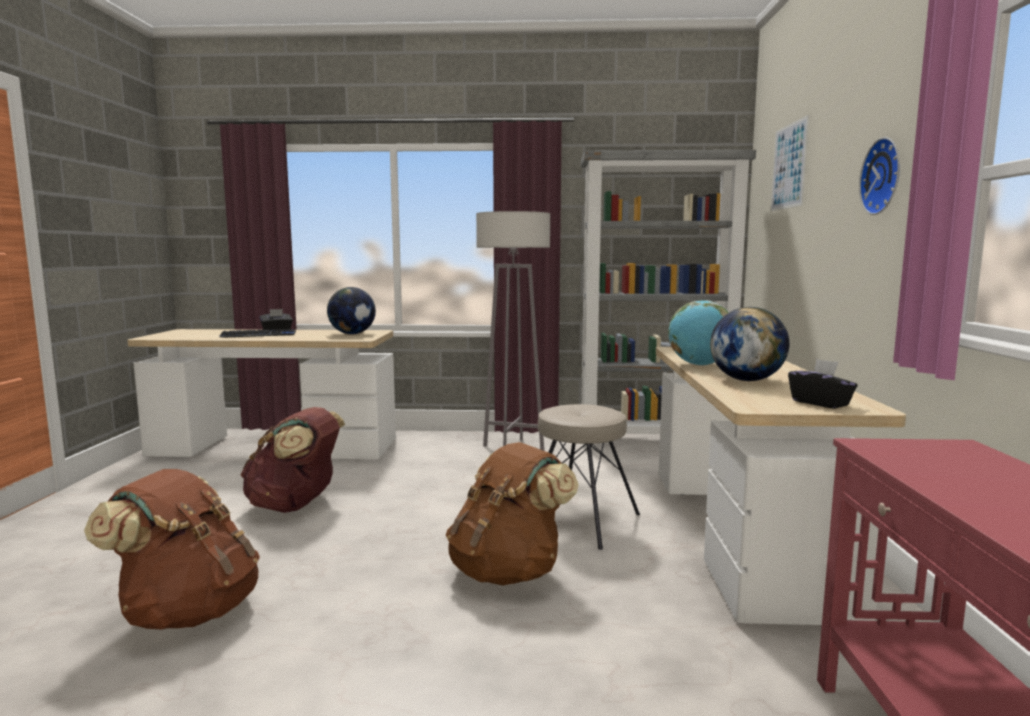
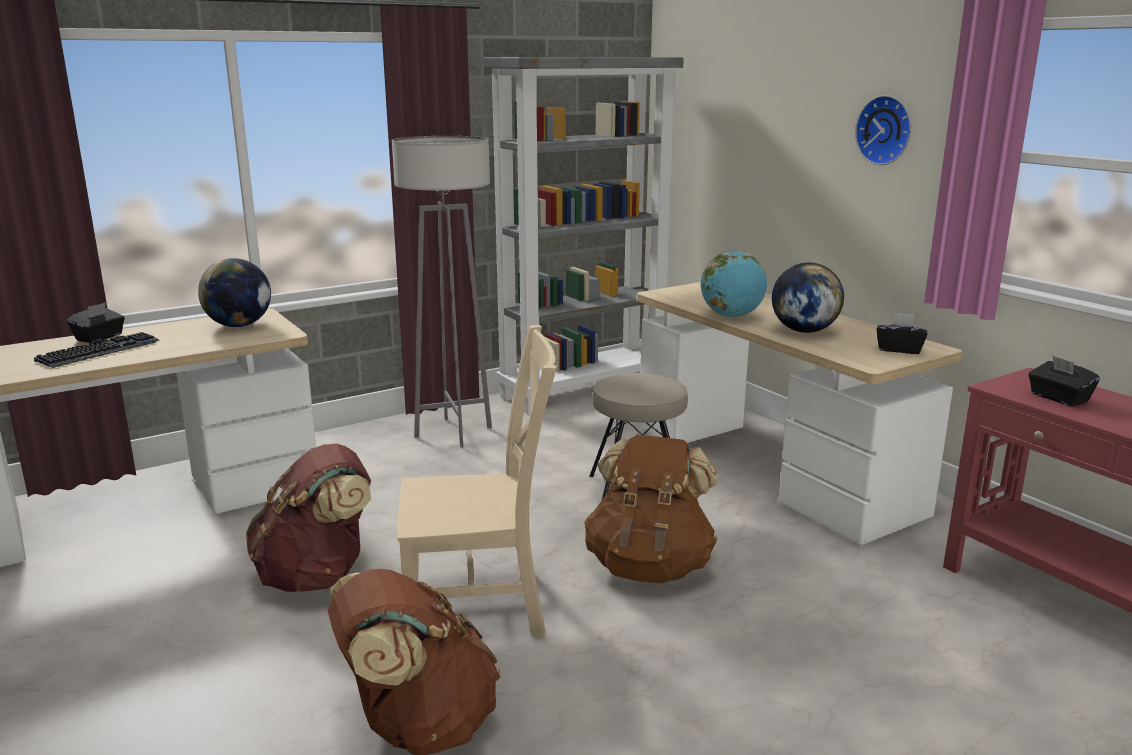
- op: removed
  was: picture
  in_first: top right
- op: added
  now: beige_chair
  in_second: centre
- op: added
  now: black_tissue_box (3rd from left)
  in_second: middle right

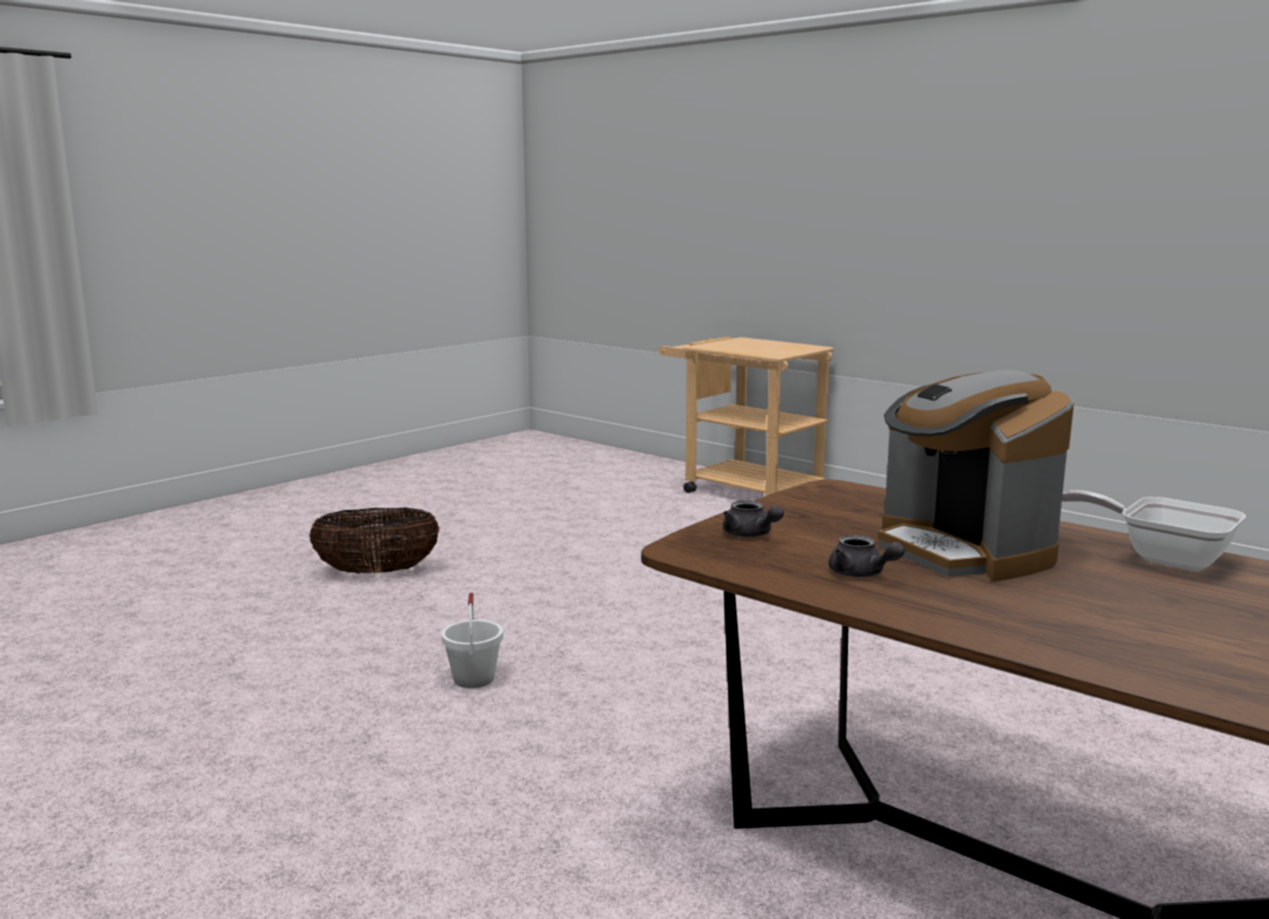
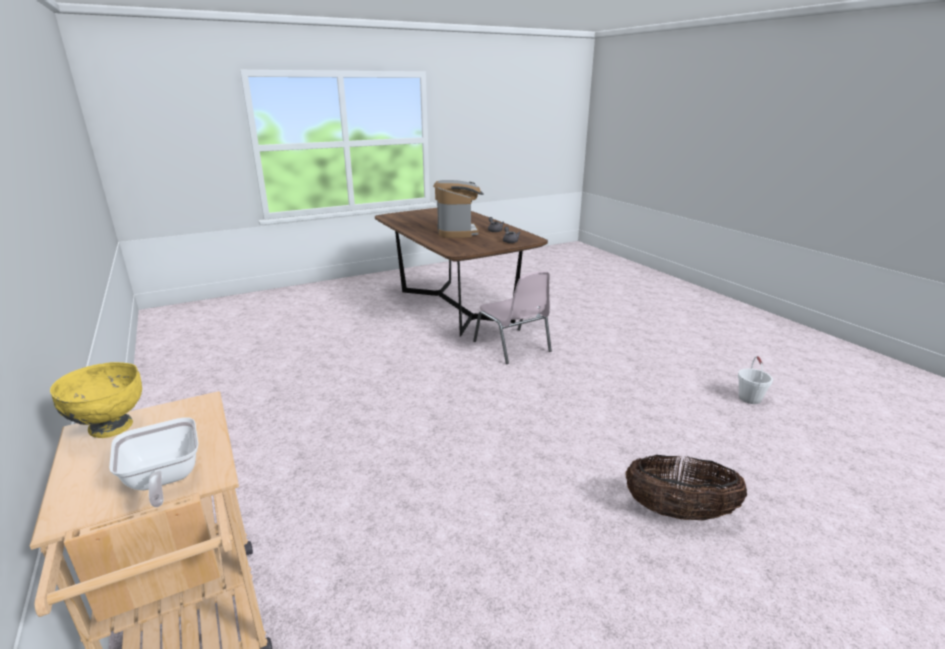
- op: moved
  was: frying_pan
  in_first: middle right
  in_second: bottom left
- op: moved
  was: white_bucket
  in_first: bottom centre
  in_second: middle right
- op: added
  now: pink_chair
  in_second: centre
- op: added
  now: yellow_bowl
  in_second: middle left

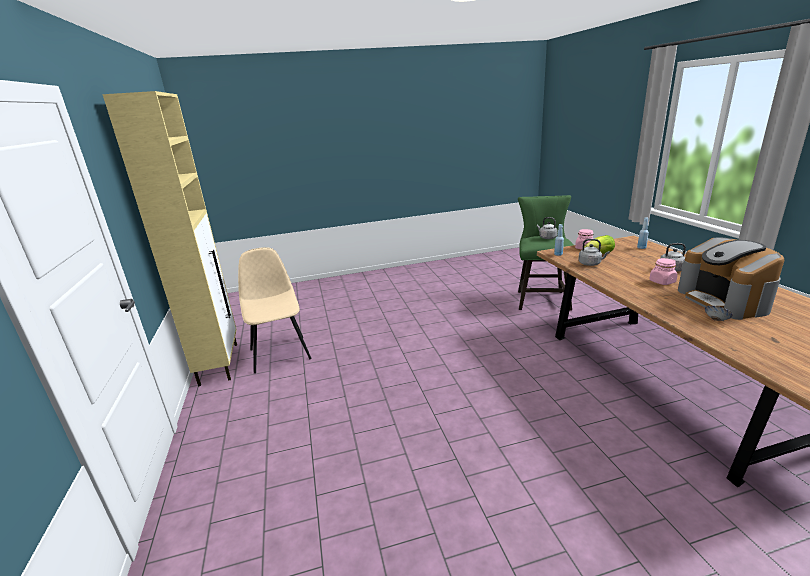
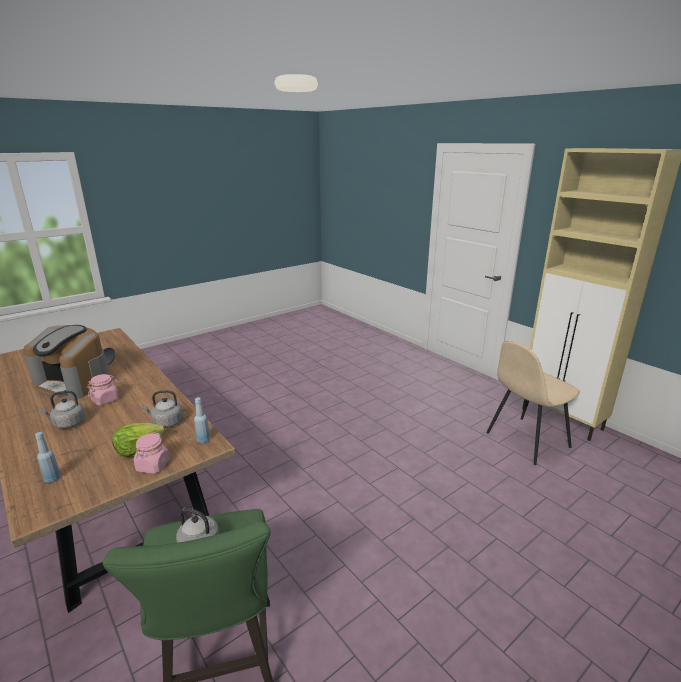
- op: turned
  was: coffee_machine
  in_first: middle right
  in_second: middle left
  clockwise: 150
- op: turned
  was: beige_chair
  in_first: centre
  in_second: middle right
  clockwise: 105

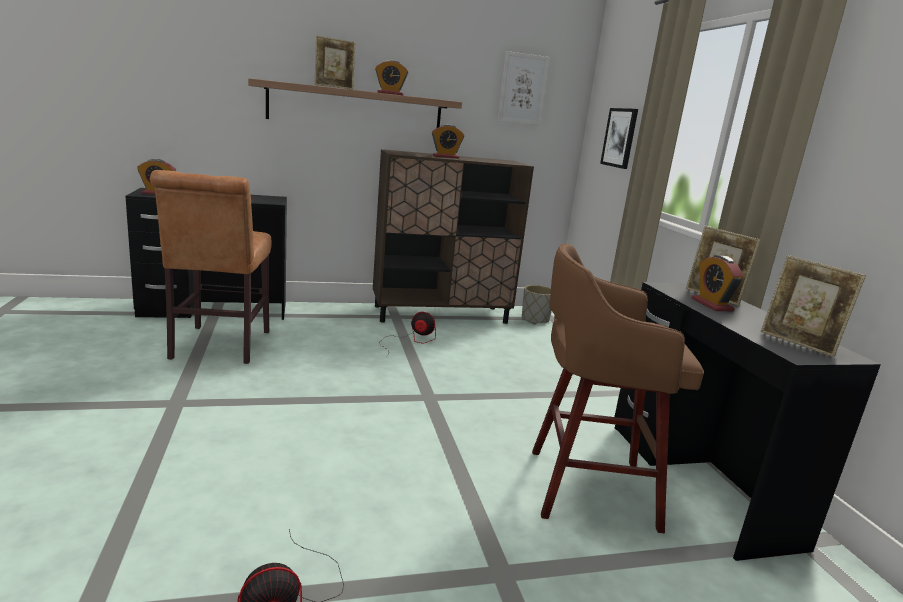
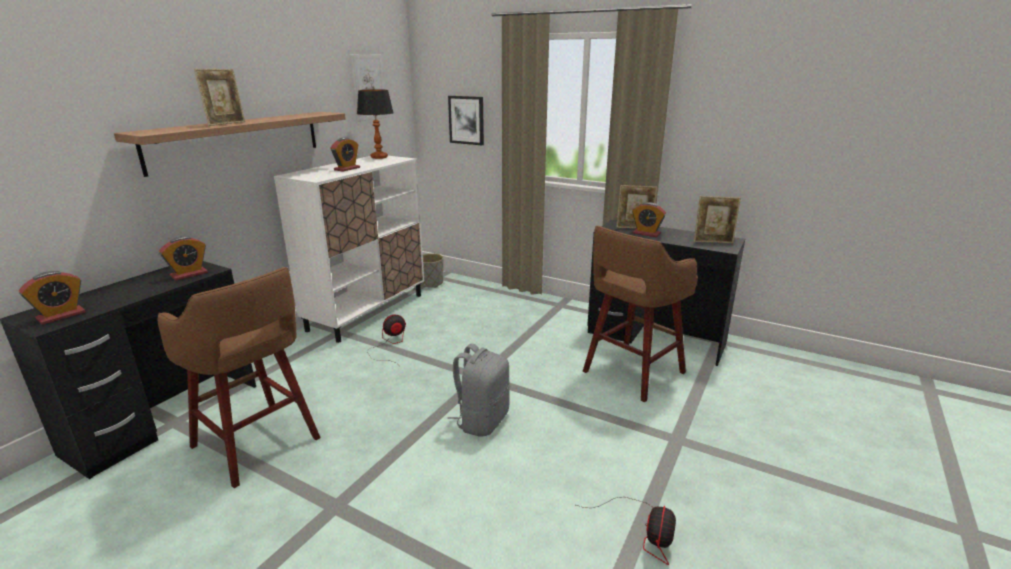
- op: moved
  was: alarm_clock (2nd from left)
  in_first: top centre
  in_second: middle left
- op: recoloured
  was: brown_cabinet
  now: white_cabinet
  in_first: centre
  in_second: centre
- op: replaced
  was: brown_chair
  now: brown_stool (1st from left)
  in_first: middle left
  in_second: middle left
- op: added
  now: table_lamp
  in_second: top centre
- op: added
  now: grey_backpack
  in_second: bottom centre

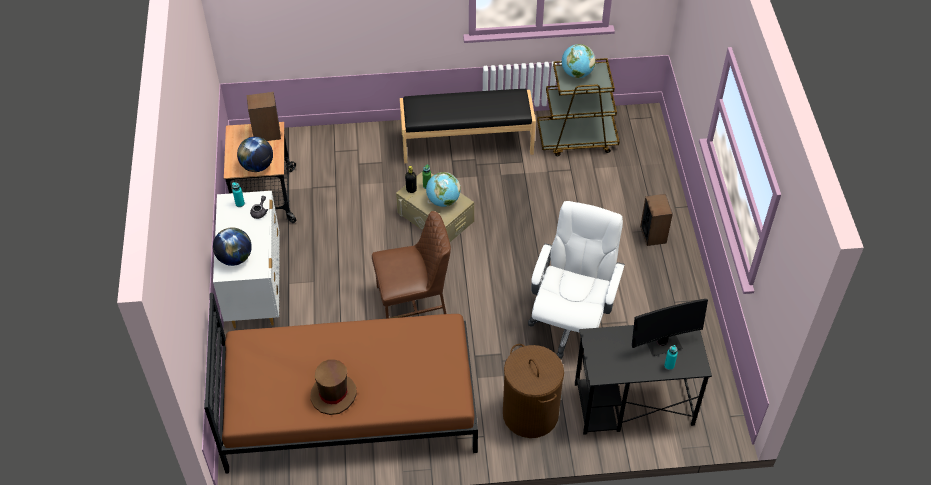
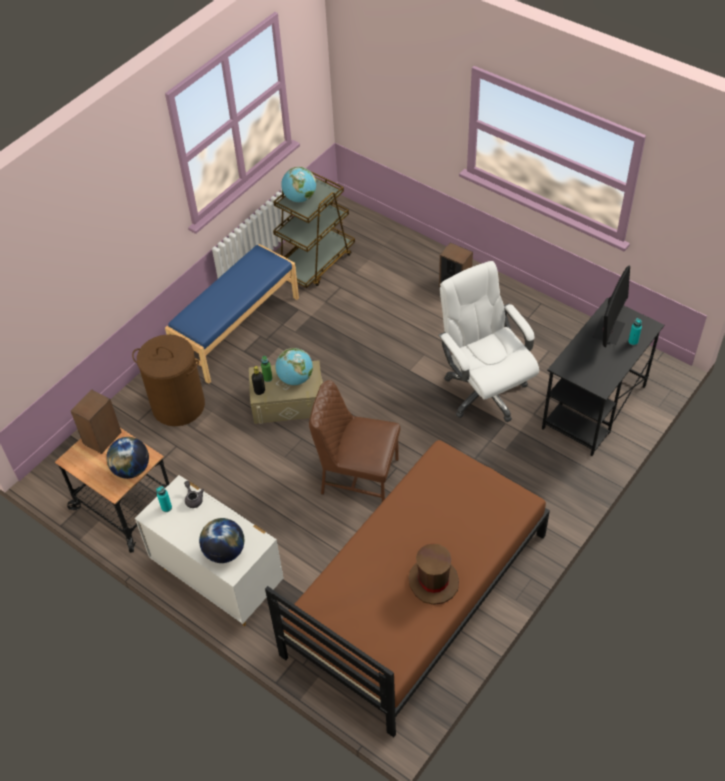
- op: recoloured
  was: black_bench
  now: blue_bench
  in_first: top centre
  in_second: middle left
- op: turned
  was: brown_chair
  in_first: centre
  in_second: centre
  clockwise: -105
- op: moved
  was: brown_laundry_basket
  in_first: bottom centre
  in_second: middle left

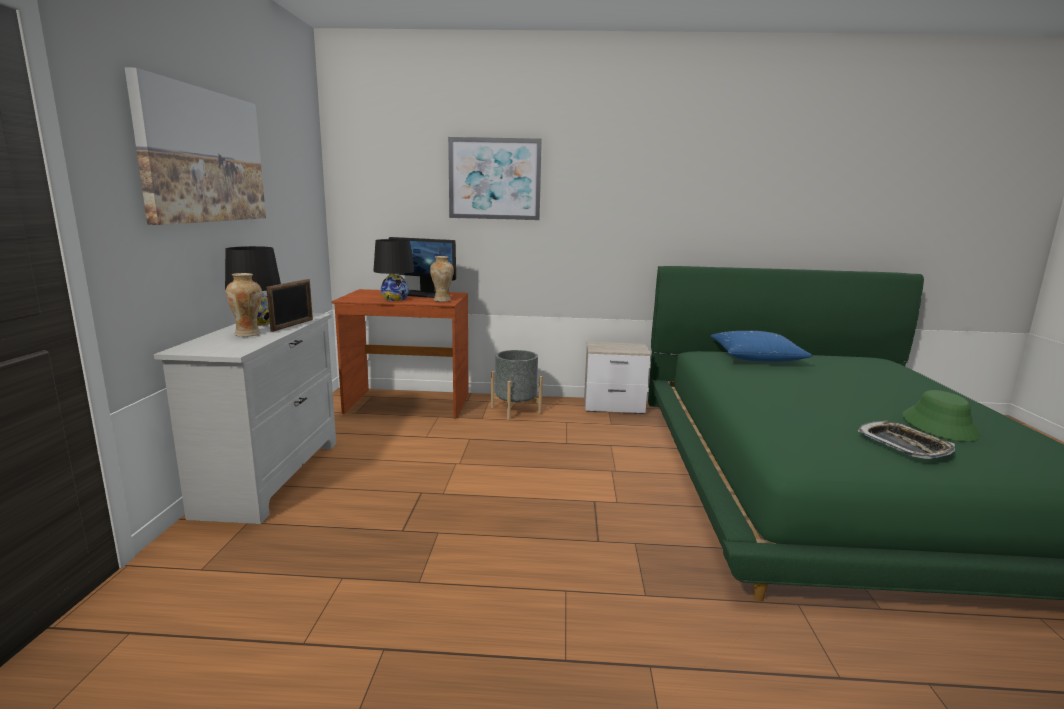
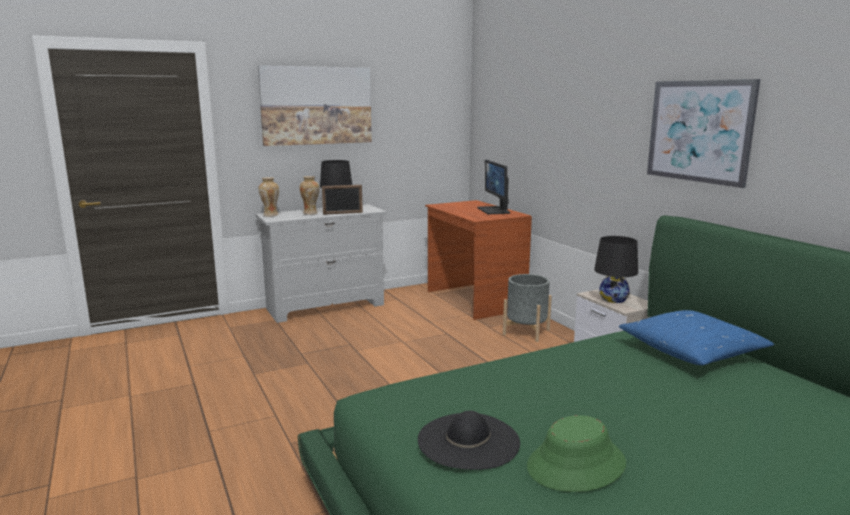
- op: moved
  was: picture (2nd from left)
  in_first: top centre
  in_second: top right
- op: moved
  was: black_table_lamp (2nd from left)
  in_first: centre
  in_second: middle right
- op: moved
  was: vase (2nd from left in the first image)
  now: vase (1st from left)
  in_first: centre
  in_second: middle left
- op: replaced
  was: tray
  now: black_hat
  in_first: middle right
  in_second: bottom centre

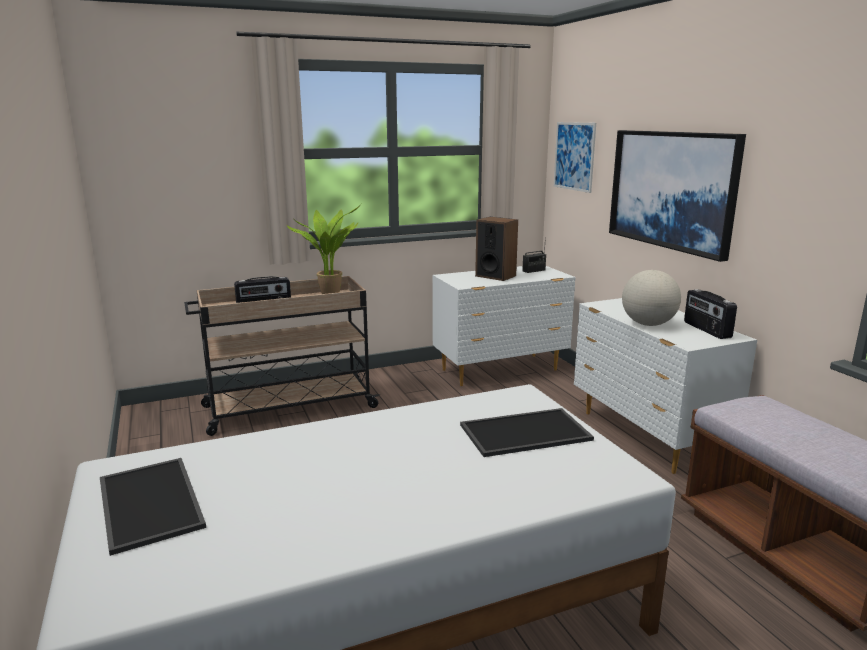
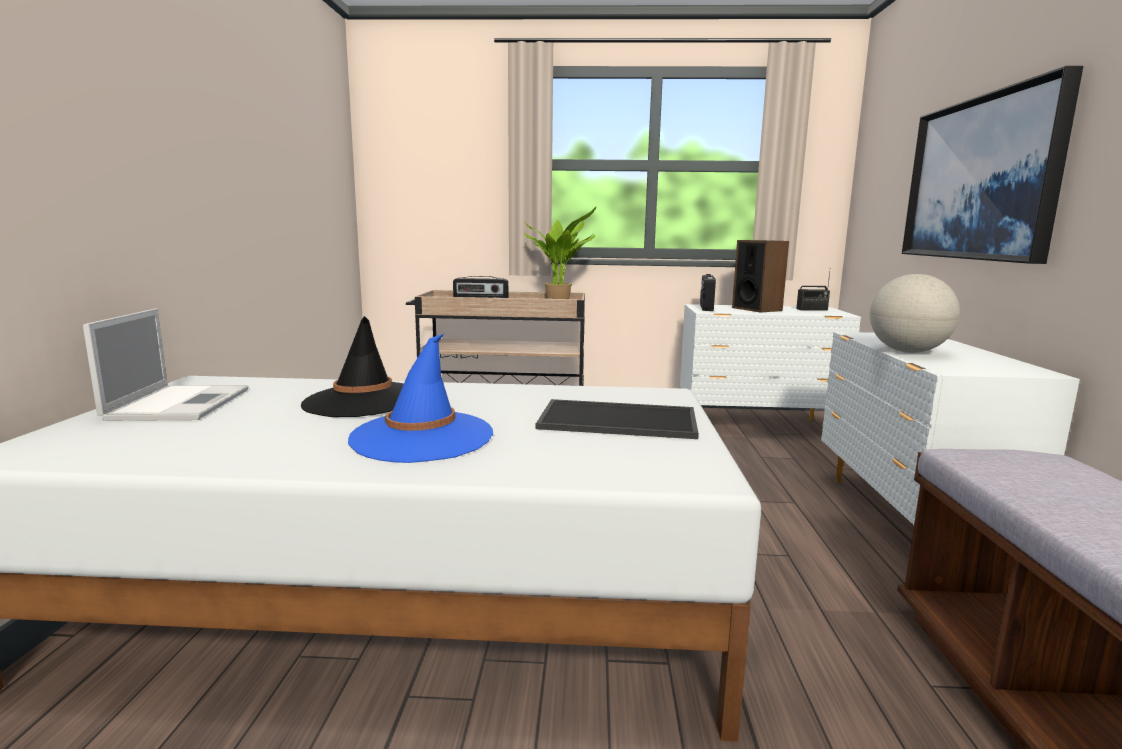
- op: removed
  was: picture (1st from left)
  in_first: top centre
- op: moved
  was: radio (3rd from left in the first image)
  now: radio (2nd from left)
  in_first: middle right
  in_second: centre
- op: replaced
  was: tray (1st from left)
  now: laptop
  in_first: bottom left
  in_second: middle left
- op: added
  now: black_hat
  in_second: middle left
- op: added
  now: blue_hat
  in_second: centre

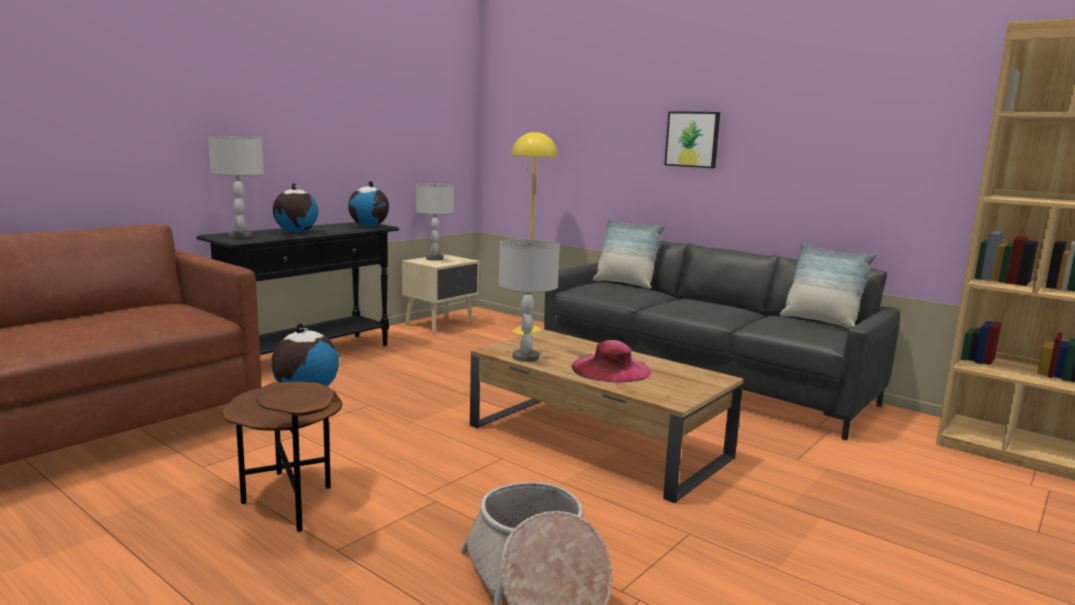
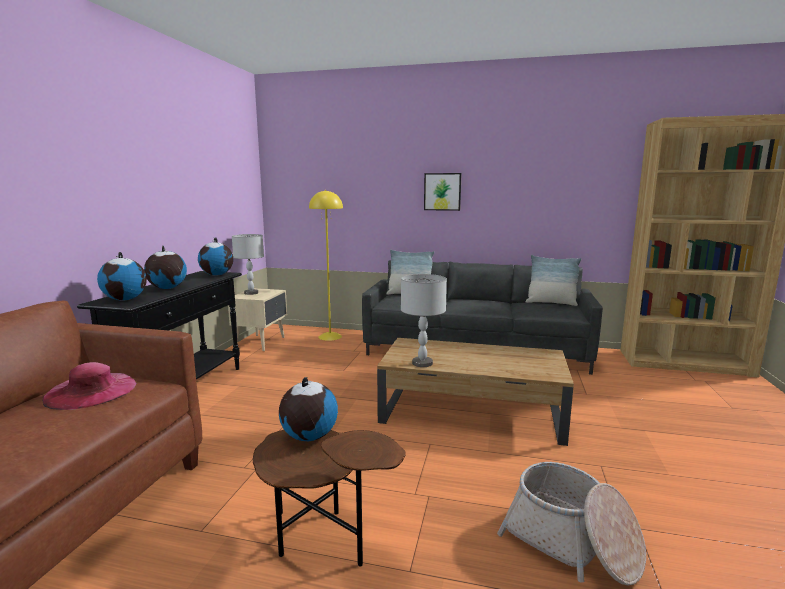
- op: replaced
  was: grey_table_lamp (1st from left)
  now: globe (1st from left)
  in_first: top left
  in_second: middle left
- op: moved
  was: pink_hat
  in_first: centre
  in_second: middle left

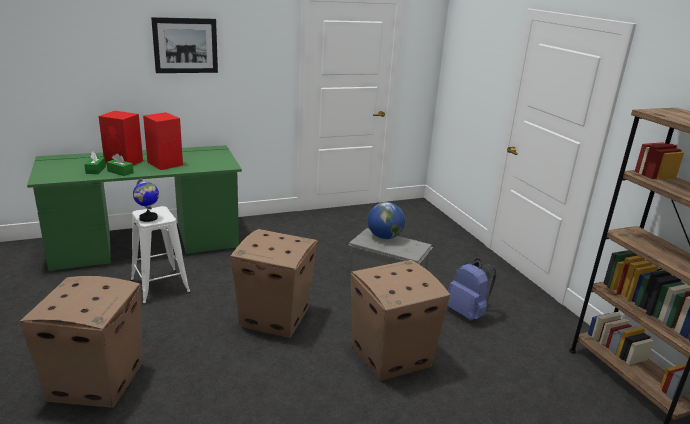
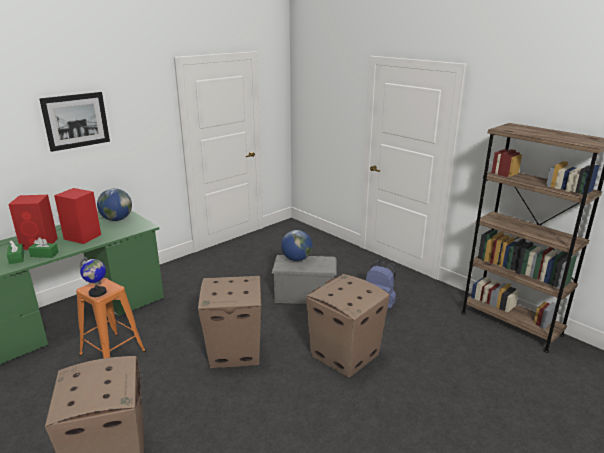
- op: recoloured
  was: white_stool
  now: orange_stool
  in_first: middle left
  in_second: bottom left
- op: added
  now: globe (2nd from left)
  in_second: middle left

